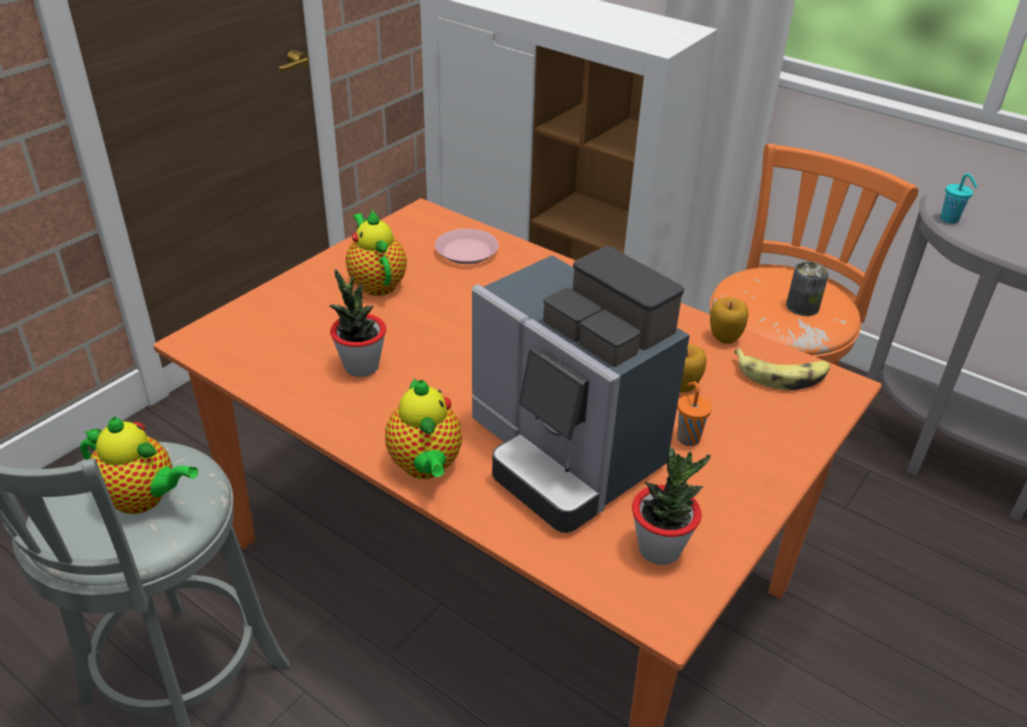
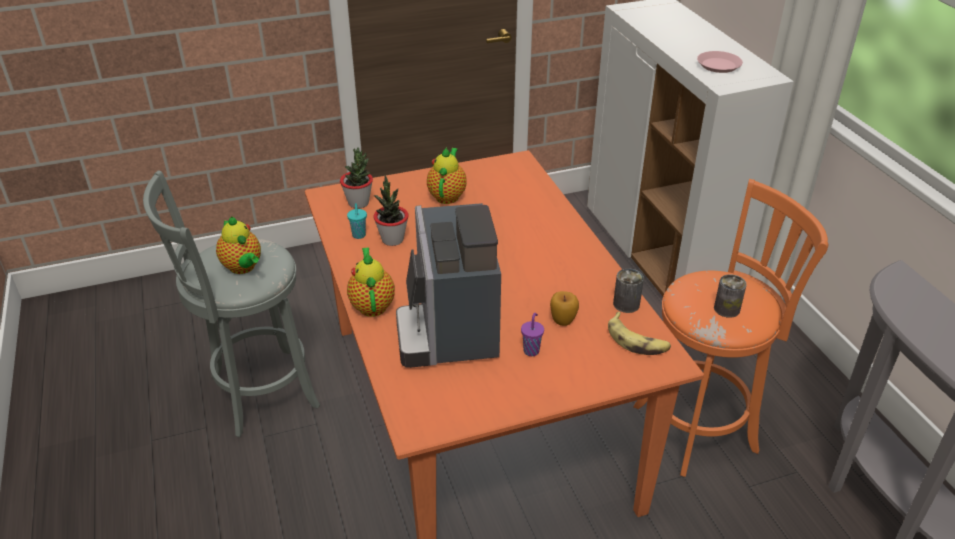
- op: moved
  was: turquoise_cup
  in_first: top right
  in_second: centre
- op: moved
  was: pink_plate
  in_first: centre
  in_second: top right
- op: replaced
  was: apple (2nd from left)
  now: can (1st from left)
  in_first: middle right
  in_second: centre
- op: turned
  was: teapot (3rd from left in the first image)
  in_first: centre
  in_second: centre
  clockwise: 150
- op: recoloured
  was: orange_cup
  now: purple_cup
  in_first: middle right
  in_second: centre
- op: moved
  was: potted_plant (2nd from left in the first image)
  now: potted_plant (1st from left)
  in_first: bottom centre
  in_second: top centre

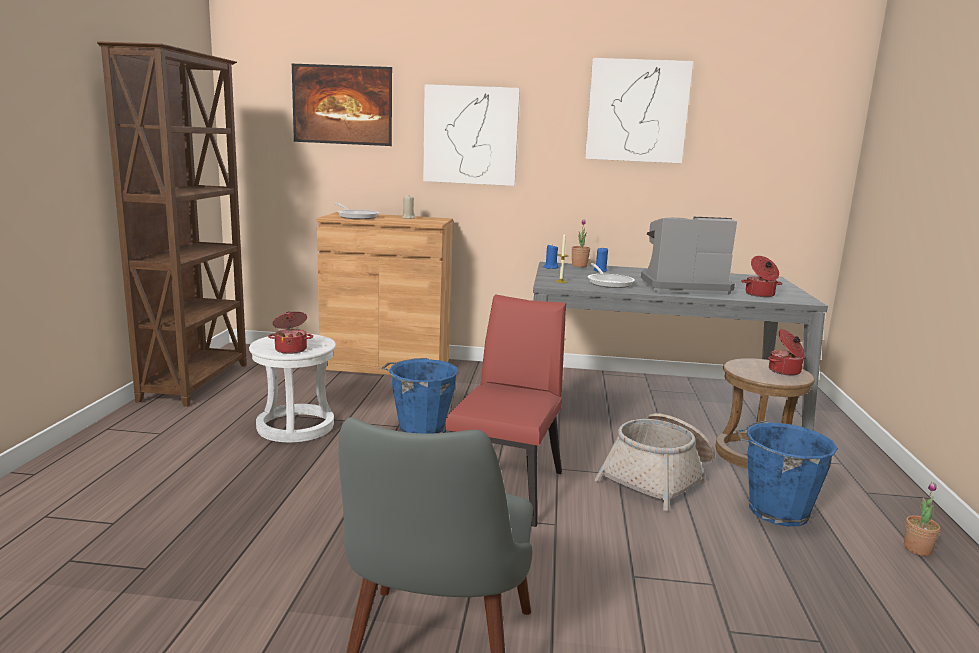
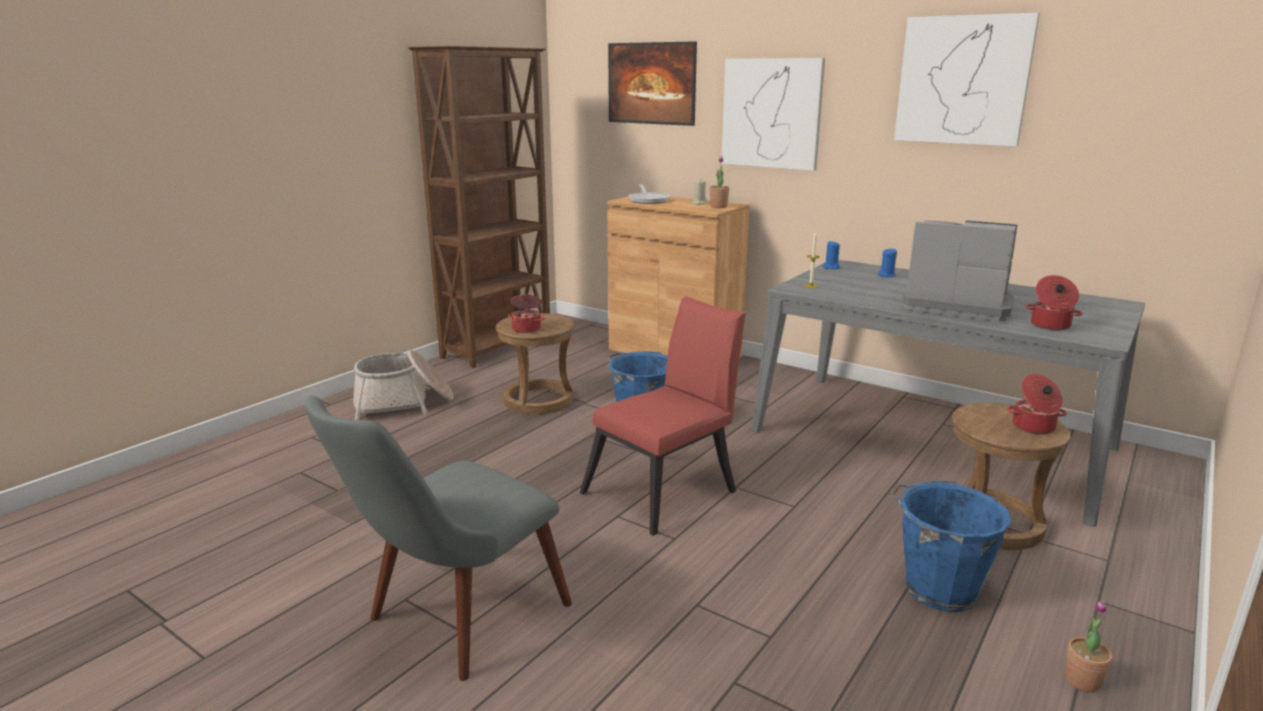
- op: moved
  was: potted_plant (1st from left)
  in_first: centre
  in_second: top centre
- op: removed
  was: frying_pan (2nd from left)
  in_first: centre
- op: recoloured
  was: white_stool
  now: brown_stool (1st from left)
  in_first: middle left
  in_second: centre
- op: moved
  was: basket
  in_first: bottom right
  in_second: middle left

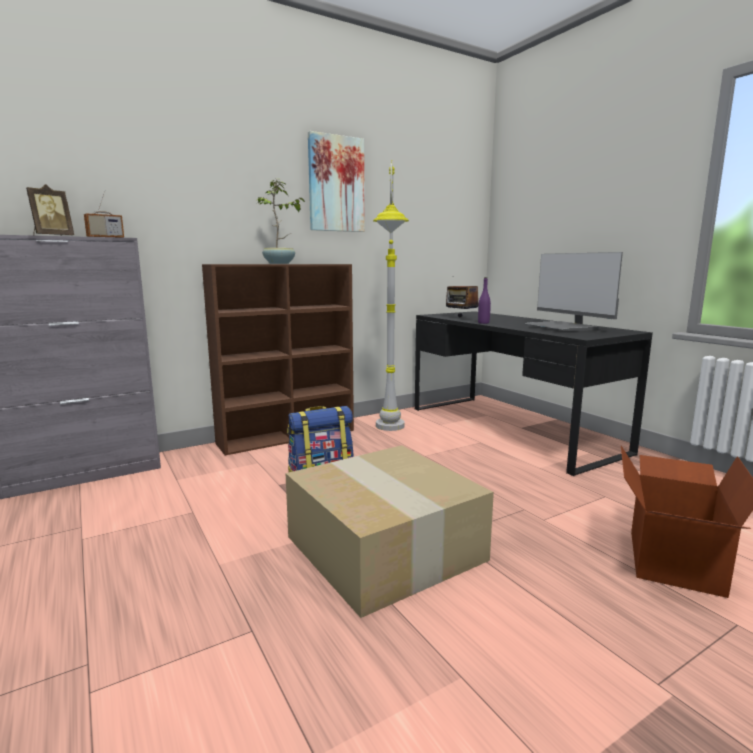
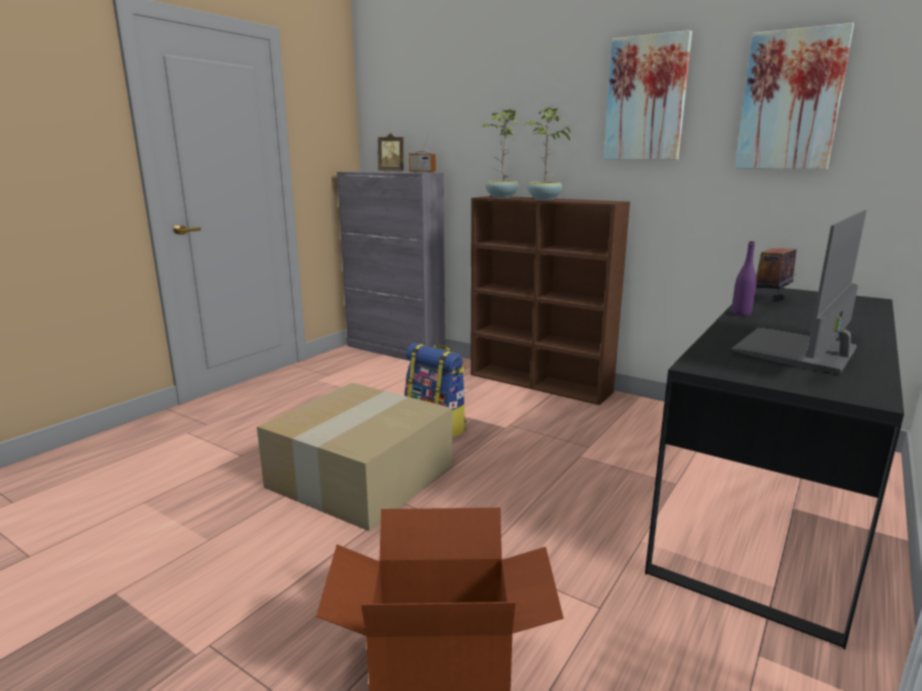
- op: removed
  was: grey_floor_lamp
  in_first: centre
- op: added
  now: picture (2nd from left)
  in_second: top right
- op: added
  now: potted_plant (1st from left)
  in_second: top centre

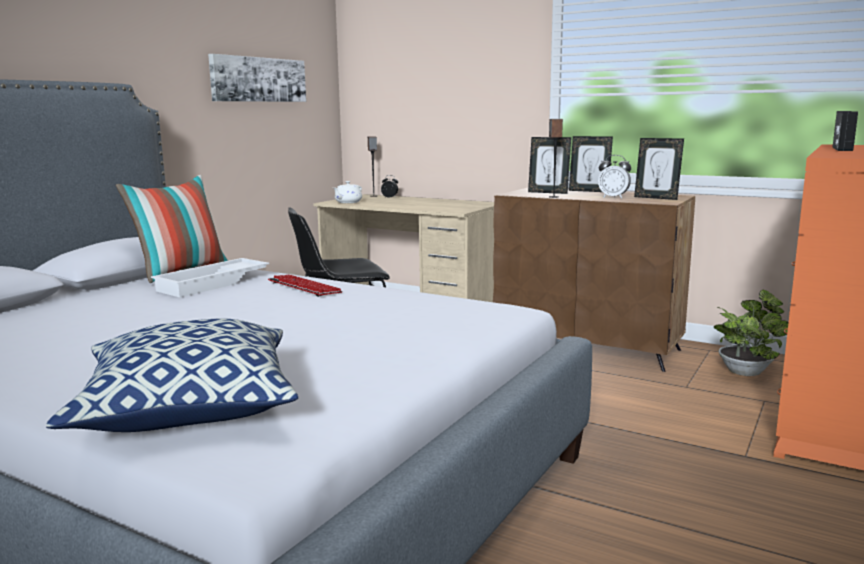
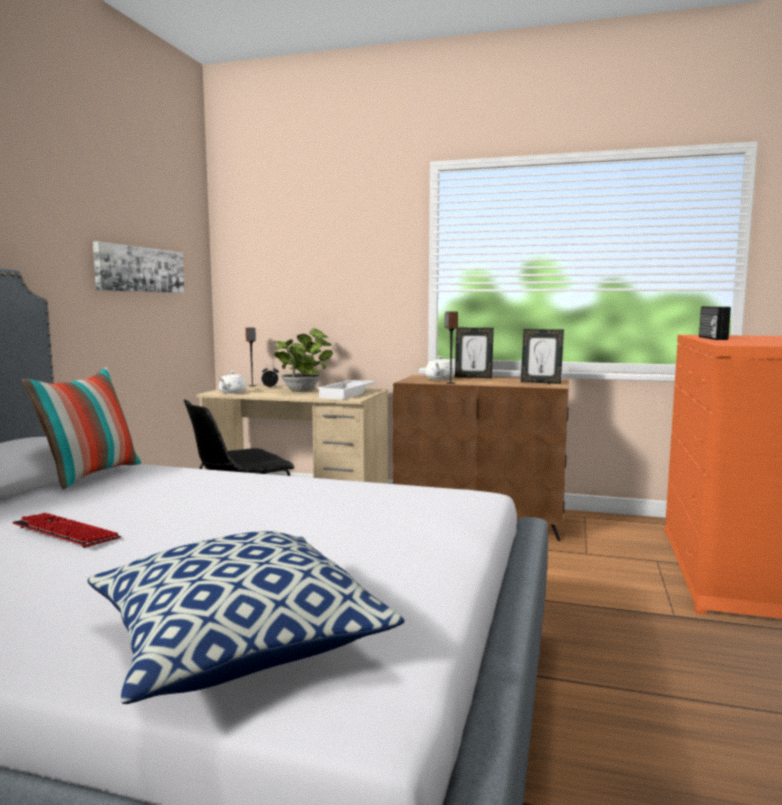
- op: replaced
  was: picture_frame (1st from left)
  now: white_teapot (2nd from left)
  in_first: top centre
  in_second: centre
- op: removed
  was: alarm_clock (2nd from left)
  in_first: top right
- op: moved
  was: white_tray
  in_first: middle left
  in_second: centre
- op: moved
  was: keyboard
  in_first: centre
  in_second: middle left
- op: moved
  was: potted_plant
  in_first: middle right
  in_second: centre

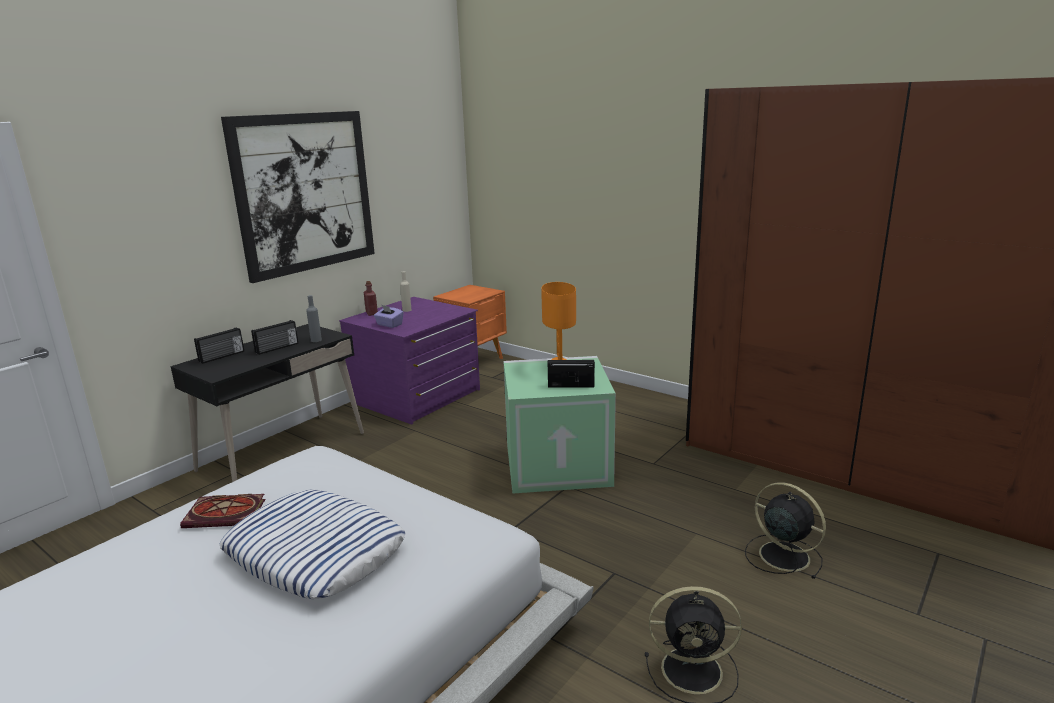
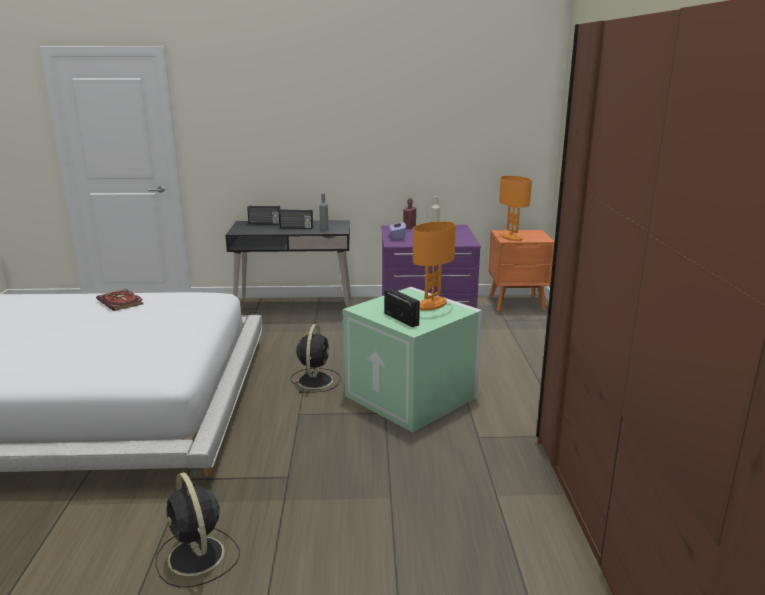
- op: removed
  was: picture
  in_first: top left
- op: moved
  was: black_fan (2nd from left)
  in_first: bottom right
  in_second: centre
- op: removed
  was: pillow
  in_first: bottom left
- op: added
  now: orange_table_lamp (2nd from left)
  in_second: middle right

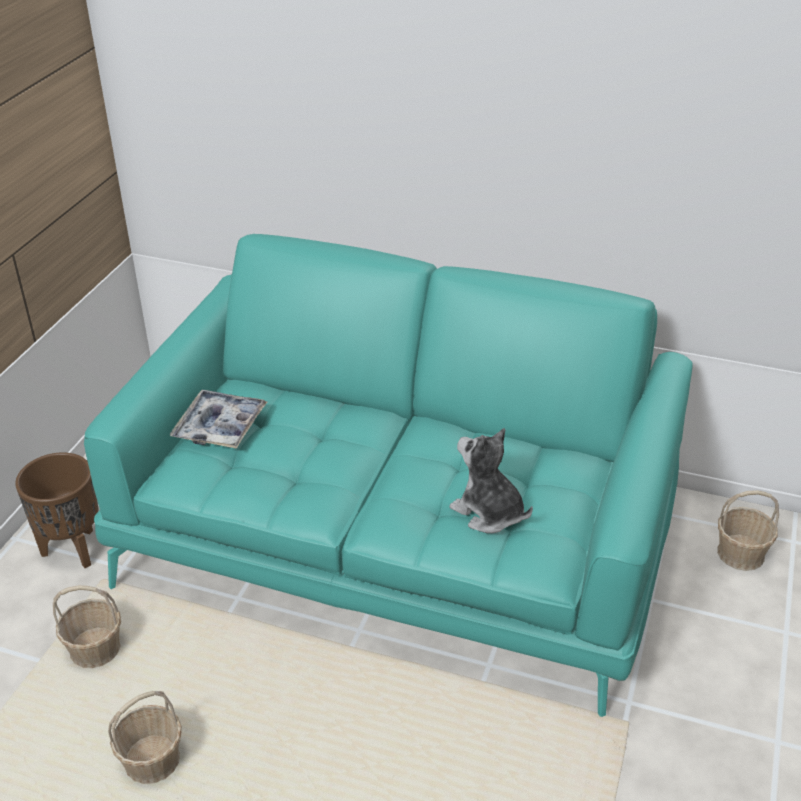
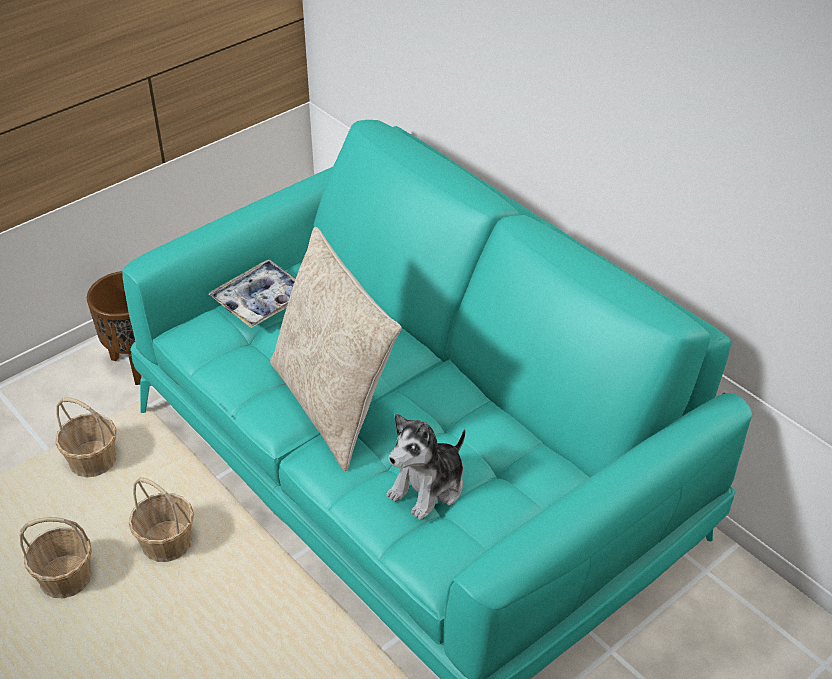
- op: turned
  was: plush_toy
  in_first: centre
  in_second: bottom centre
  clockwise: -120
- op: moved
  was: basket (3rd from left)
  in_first: middle right
  in_second: bottom left
- op: added
  now: beige_pillow
  in_second: centre

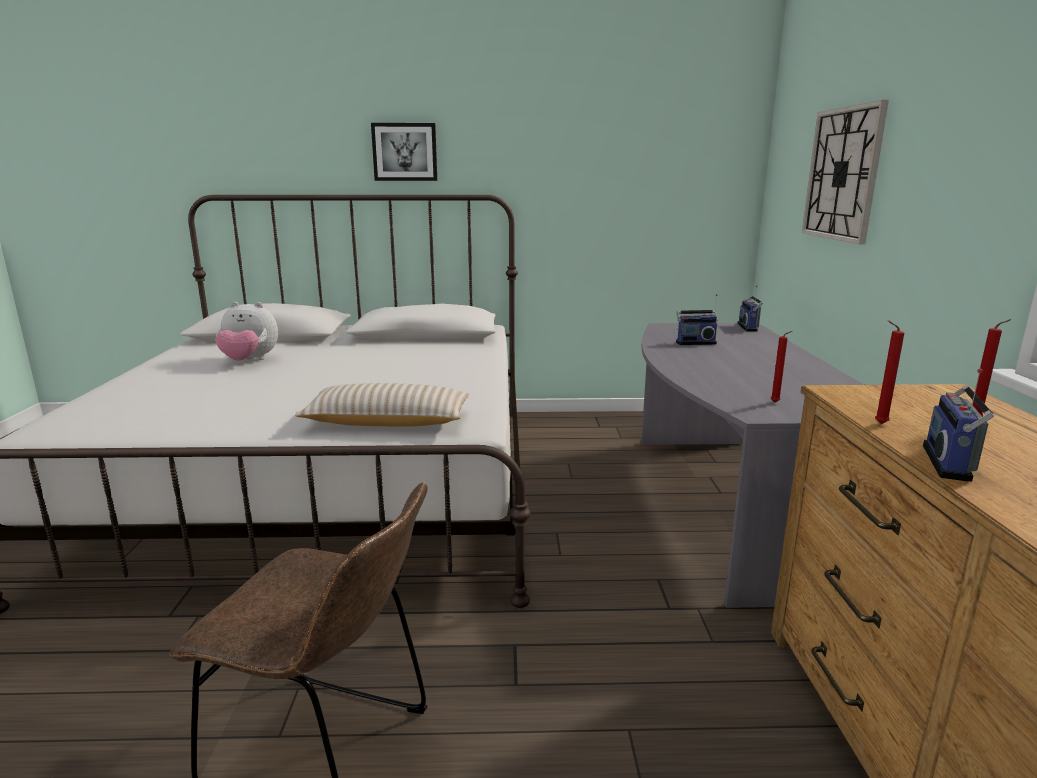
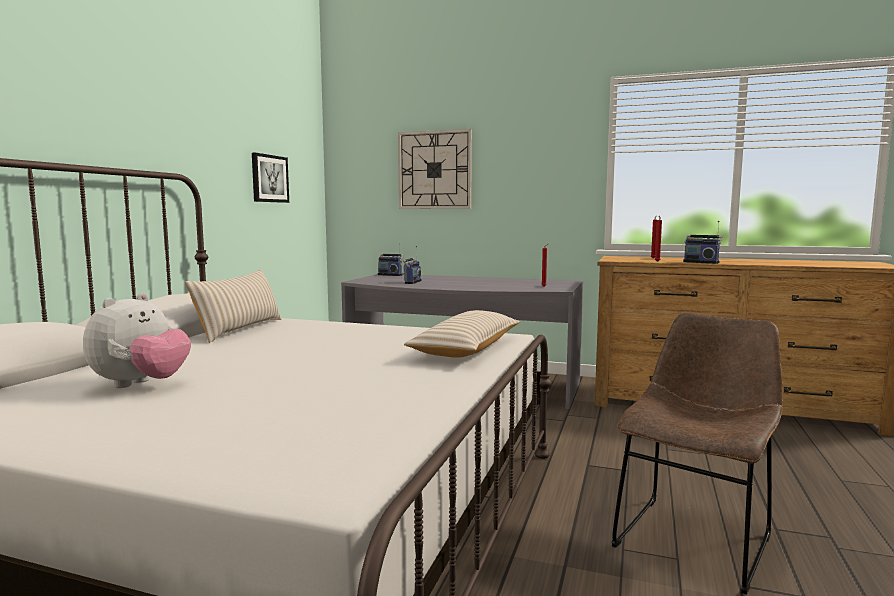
- op: moved
  was: picture
  in_first: top centre
  in_second: top left
- op: added
  now: beige_pillow (1st from left)
  in_second: middle left

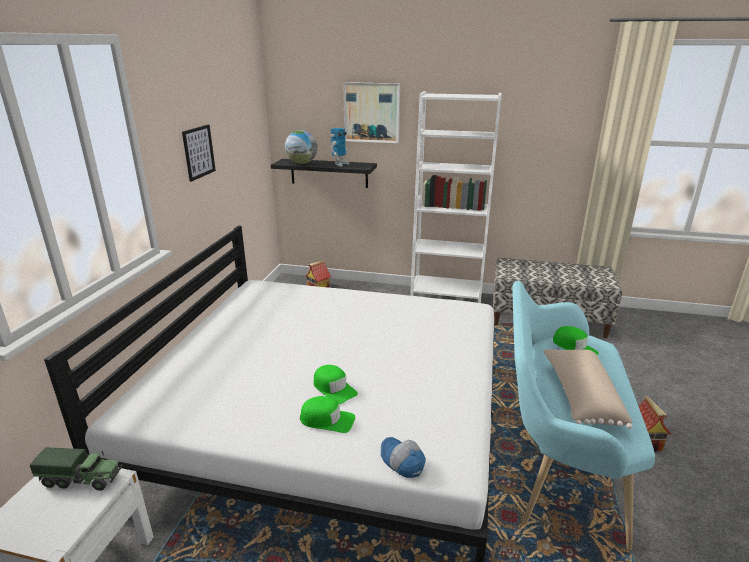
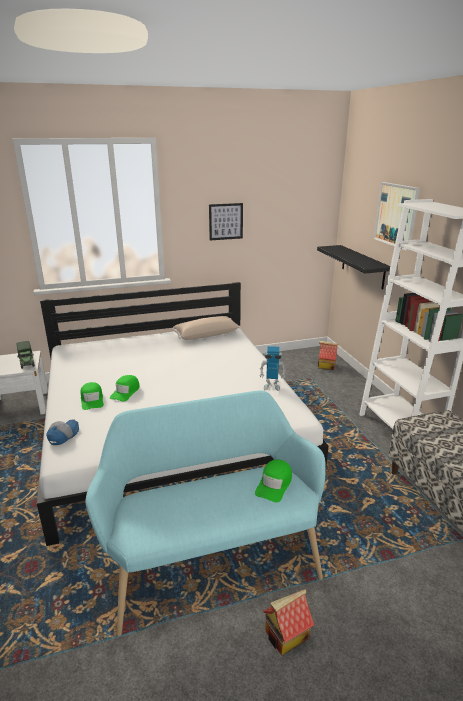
- op: moved
  was: toy_robot
  in_first: top centre
  in_second: centre
- op: removed
  was: globe
  in_first: top centre
- op: moved
  was: beige_pillow
  in_first: bottom right
  in_second: centre

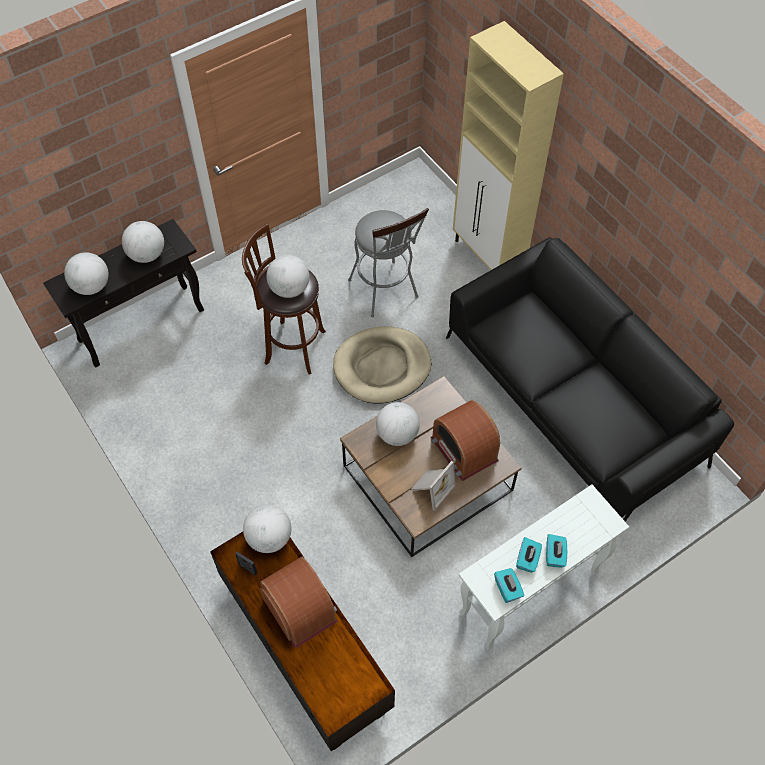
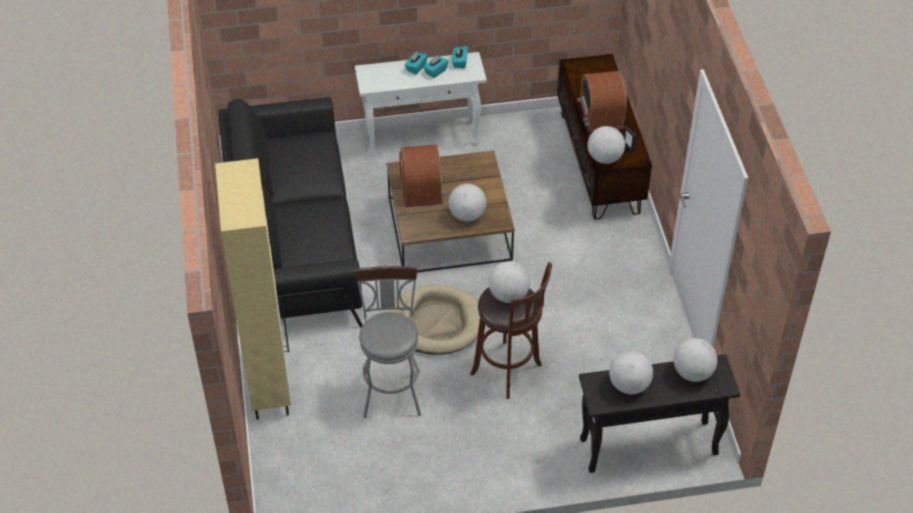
- op: removed
  was: picture_frame (2nd from left)
  in_first: centre

